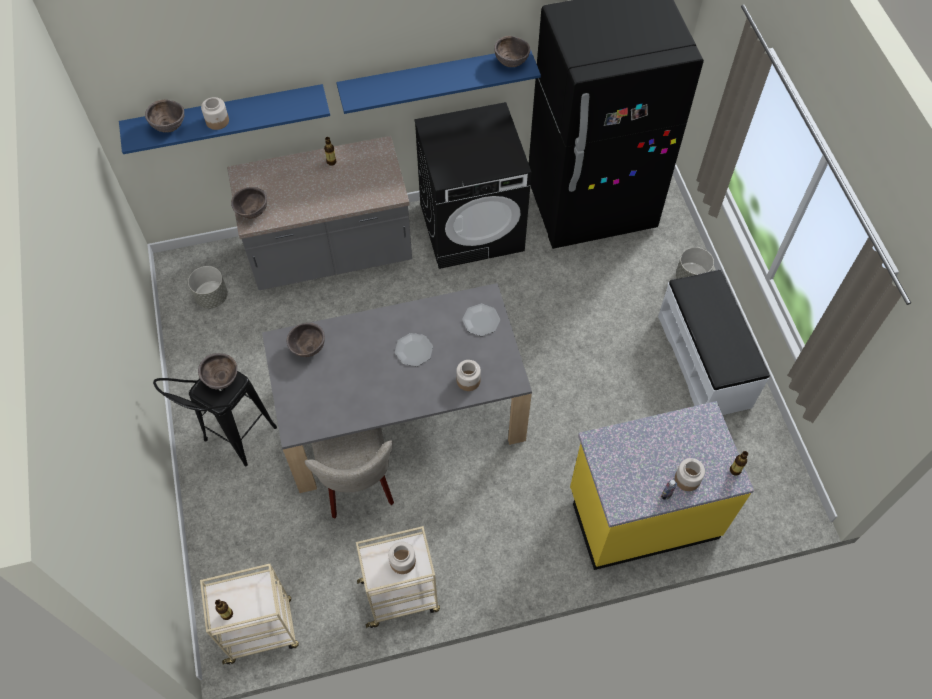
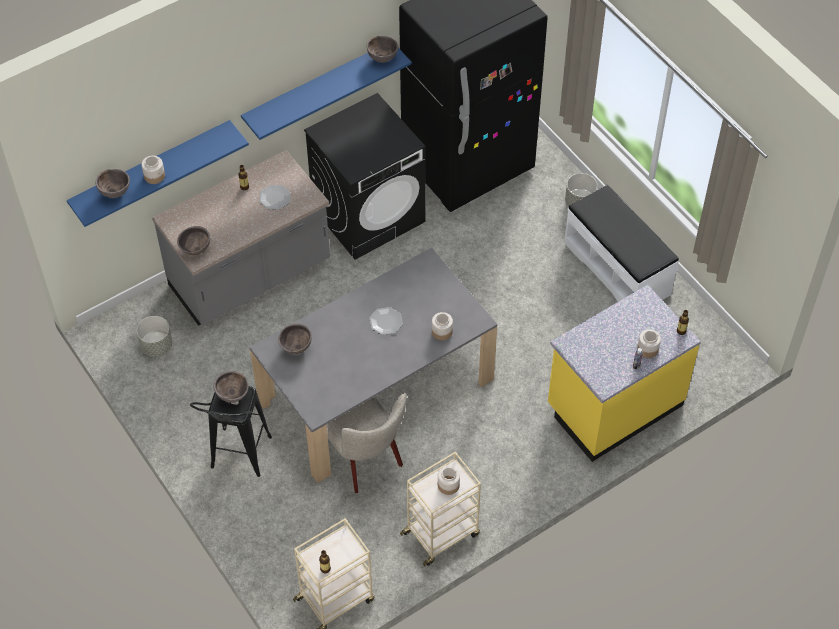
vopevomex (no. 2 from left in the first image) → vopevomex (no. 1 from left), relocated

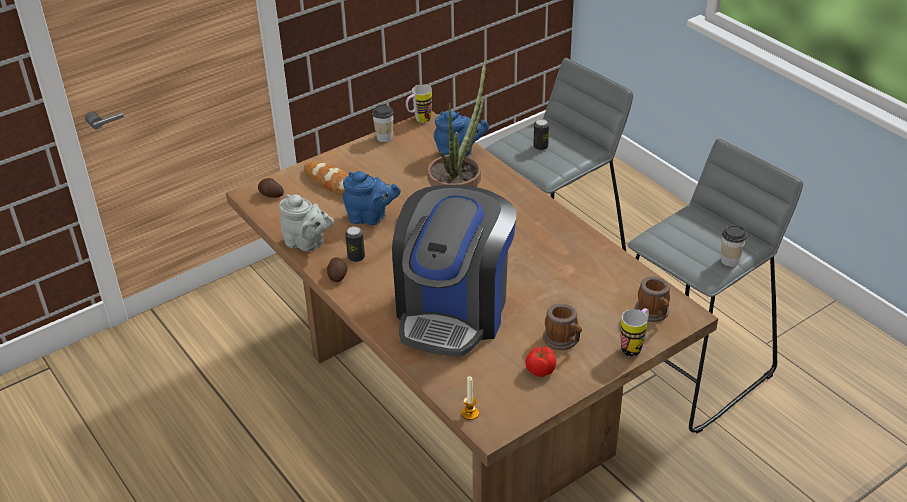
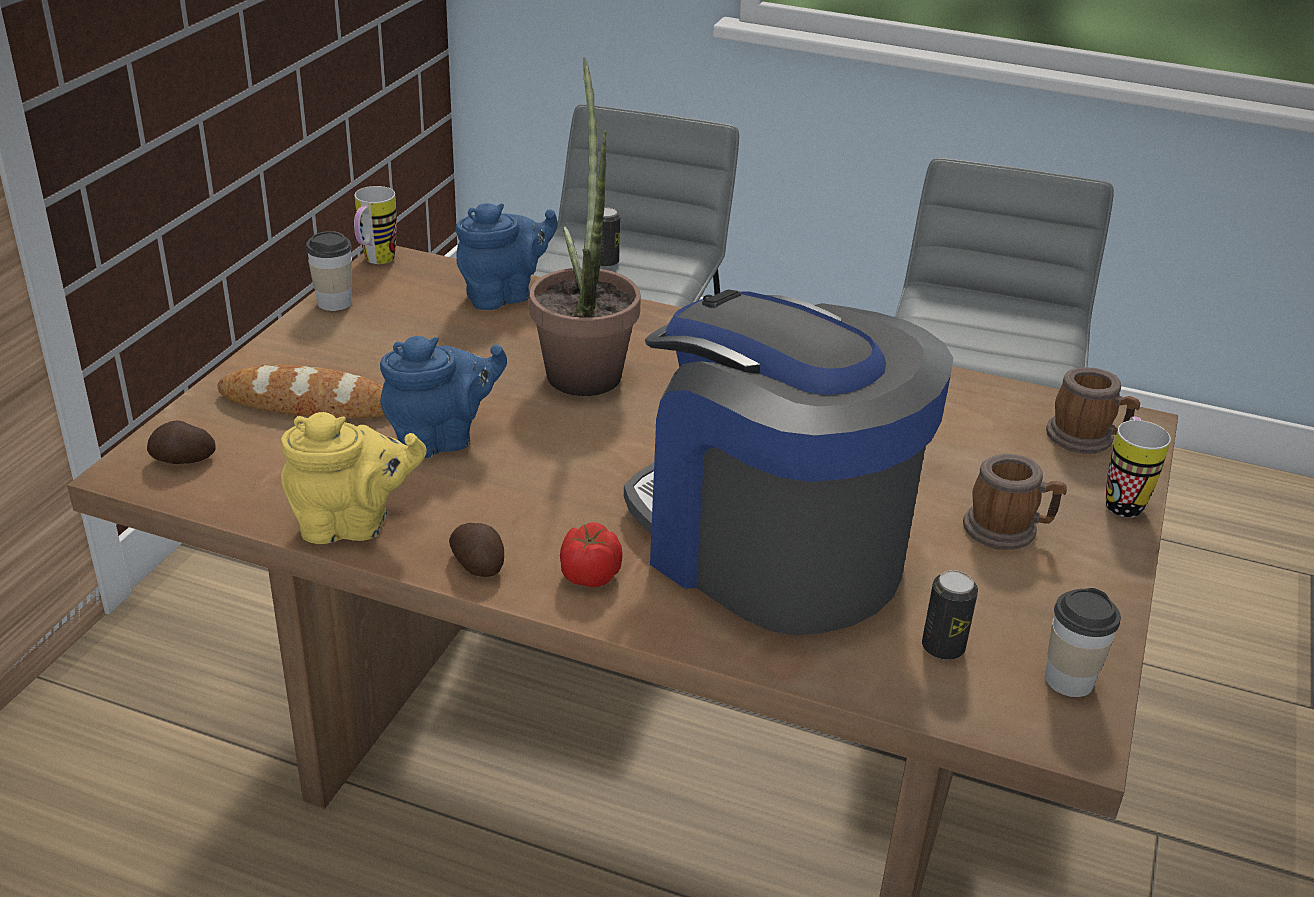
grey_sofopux → yellow_sofopux
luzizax (no. 1 from left in the first image) → luzizax (no. 2 from left), relocated
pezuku, 150 degrees clockwise
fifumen → -
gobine, relocated
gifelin (no. 2 from left), relocated

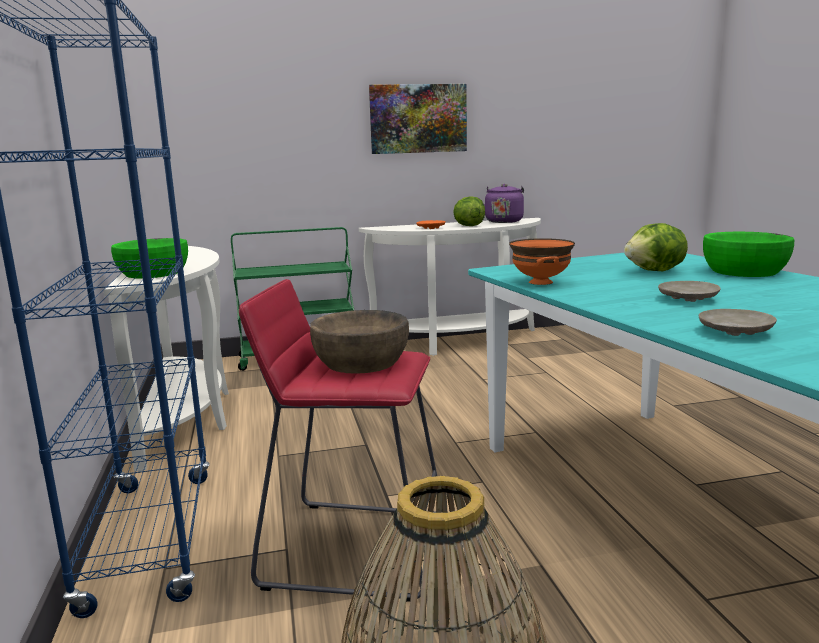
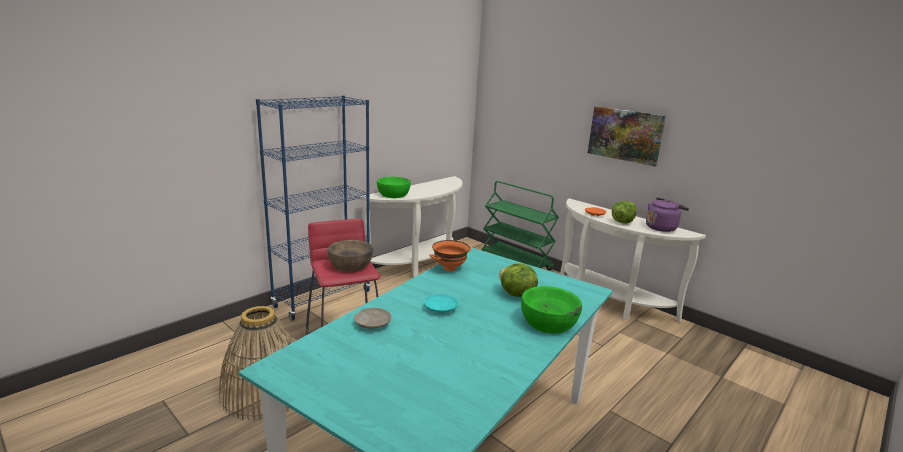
beige_vopevomex (no. 1 from left) → turquoise_vopevomex

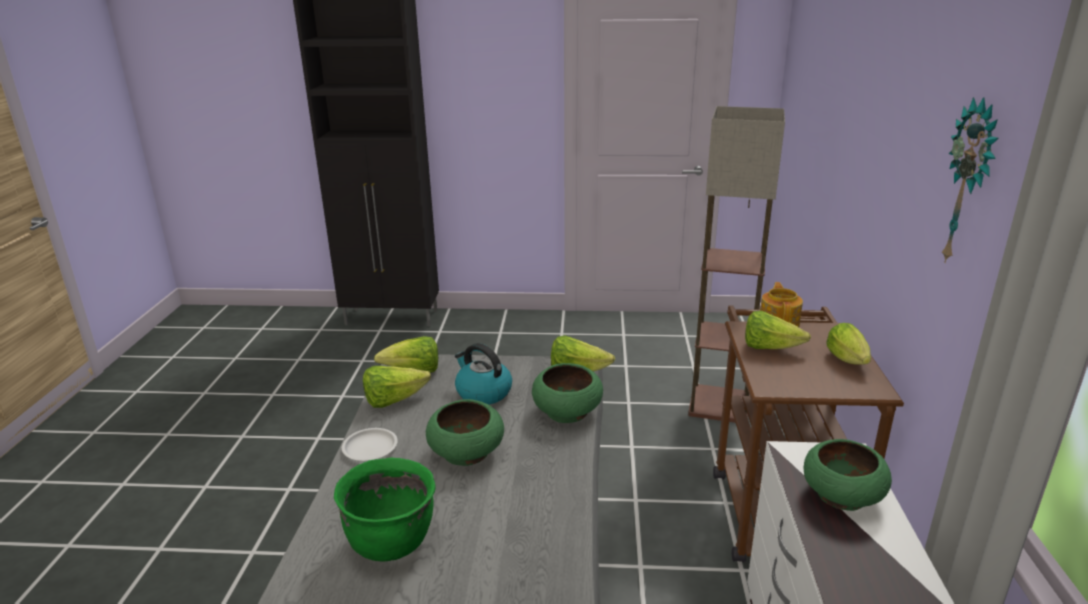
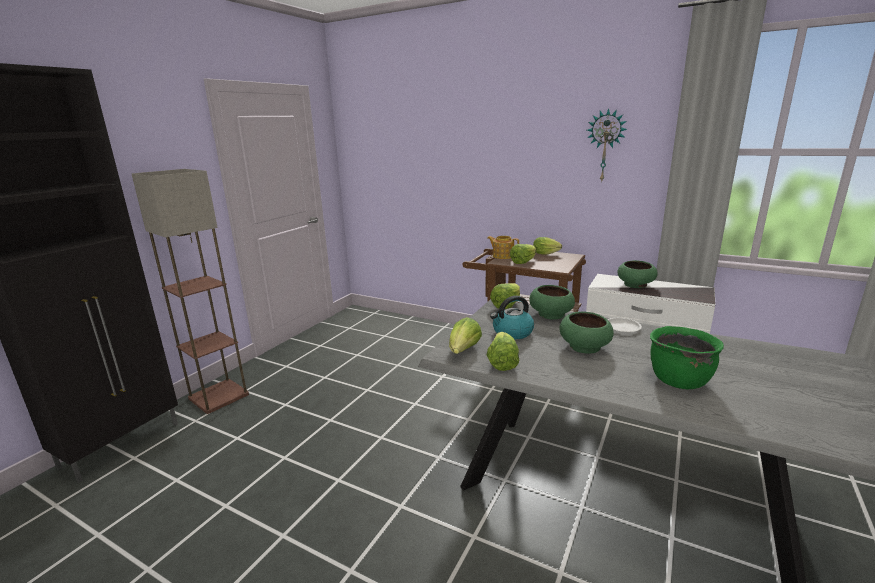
white_vopevomex, relocated
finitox, relocated

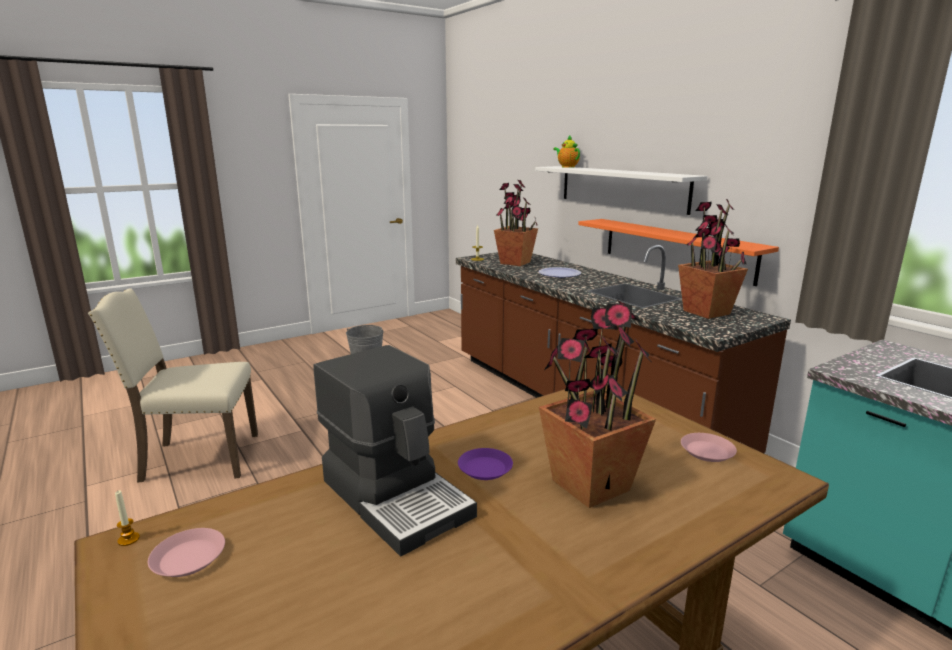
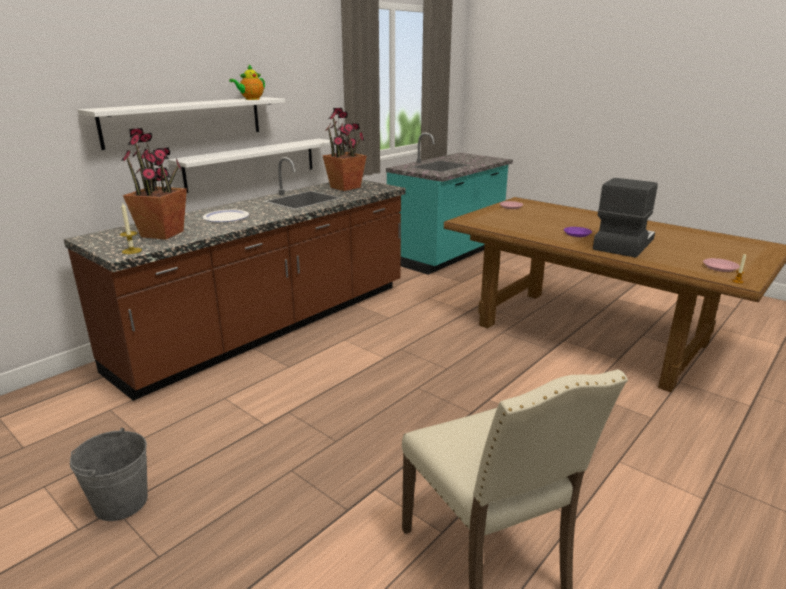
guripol (no. 2 from left) → -
sofopux, relocated
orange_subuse → white_subuse (no. 2 from left)

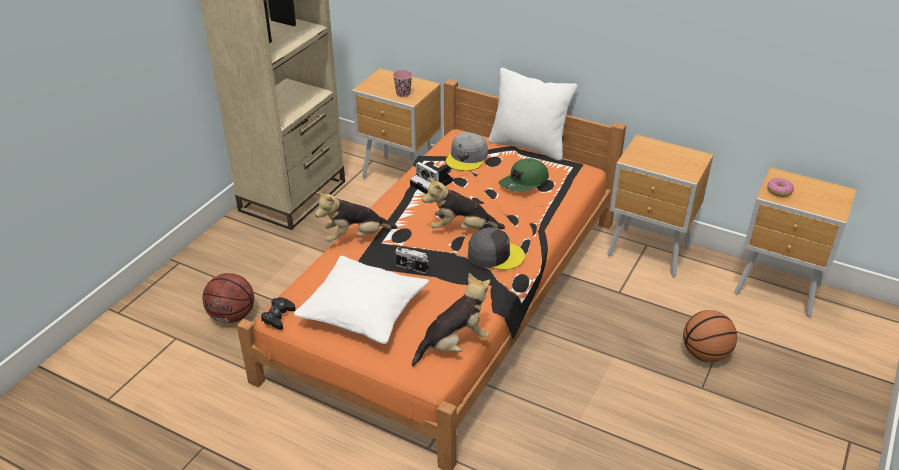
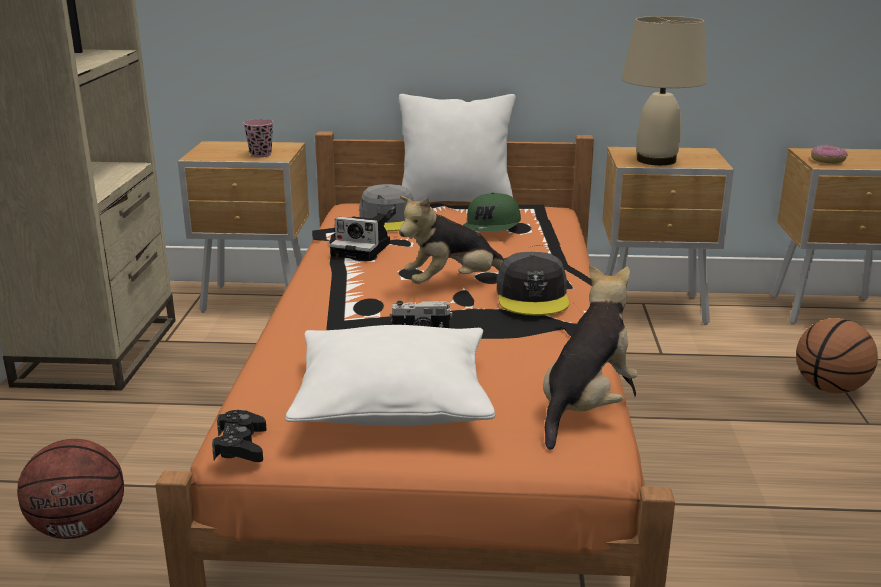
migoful (no. 1 from left) → -
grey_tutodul (no. 2 from left), 105 degrees clockwise
- → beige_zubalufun

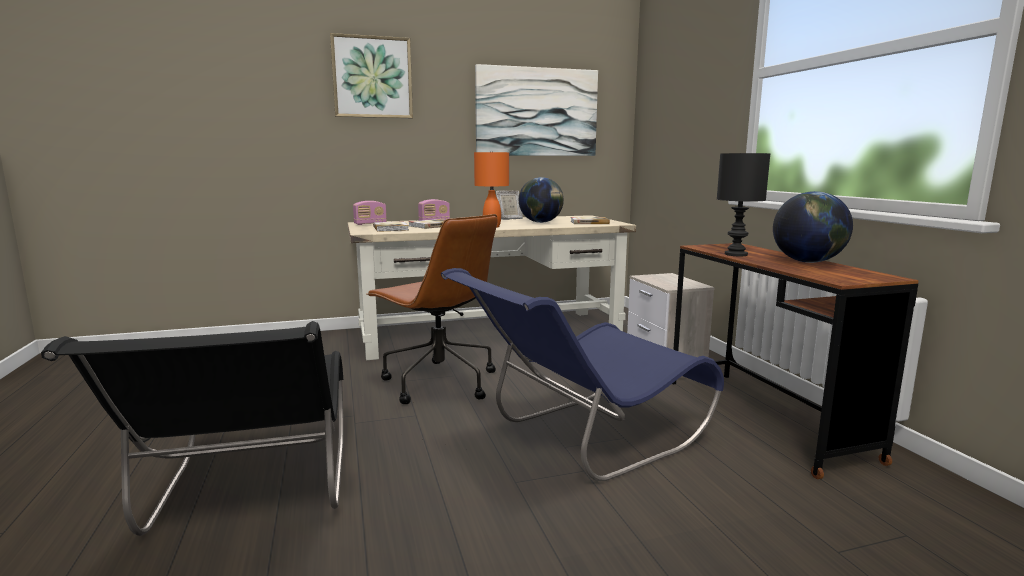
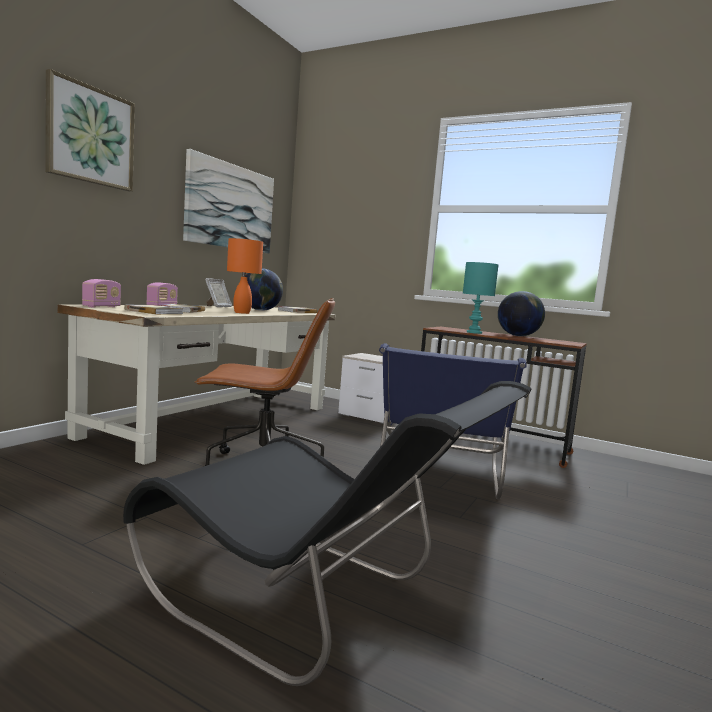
black_zubalufun → turquoise_zubalufun

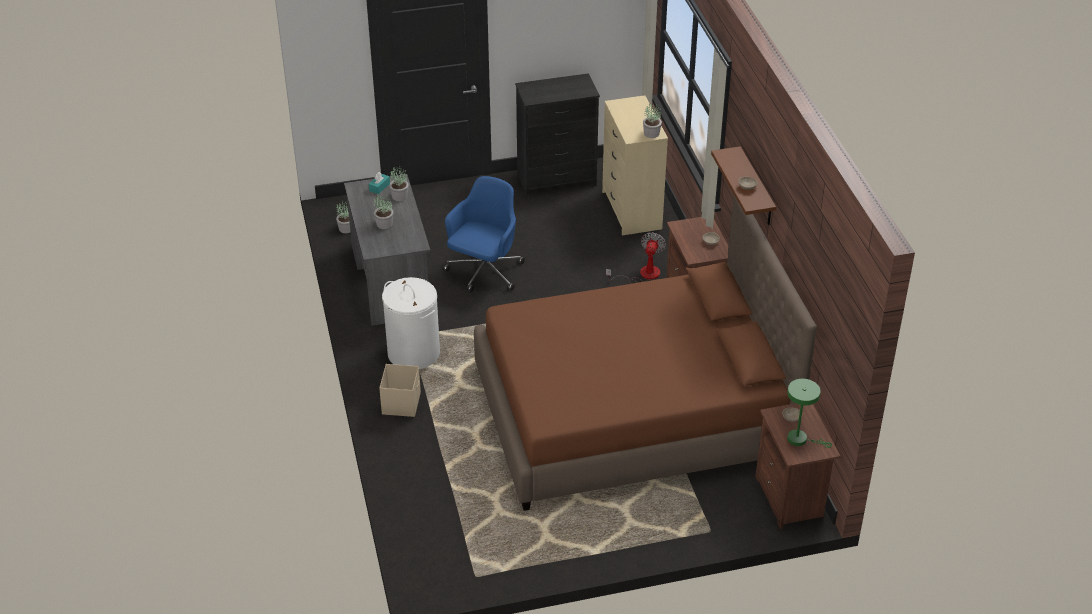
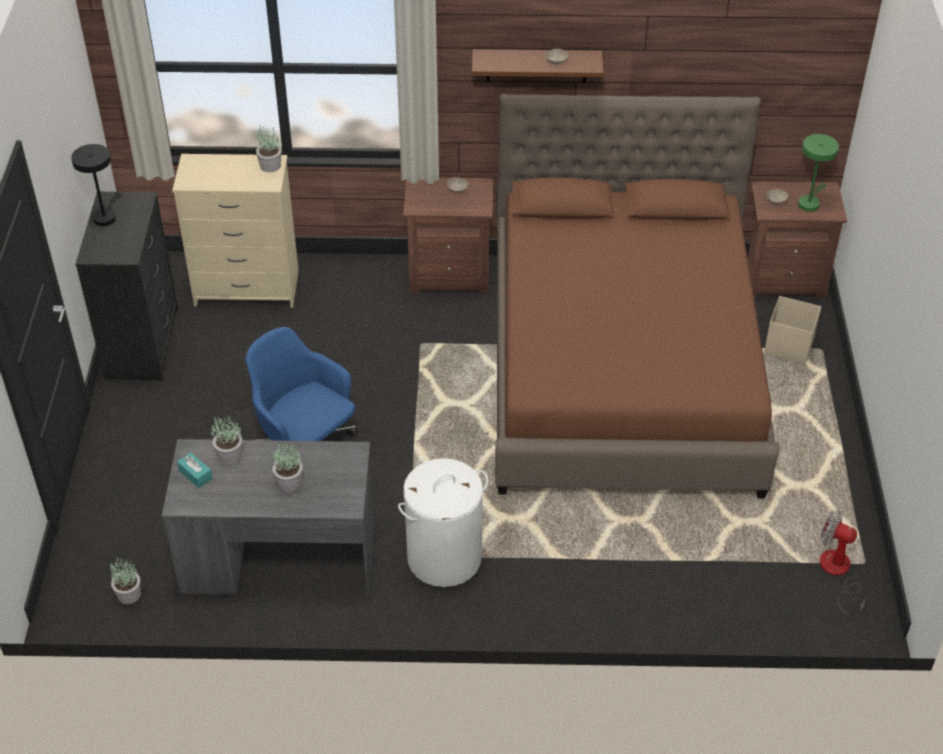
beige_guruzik, relocated
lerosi, relocated
- → black_zubalufun

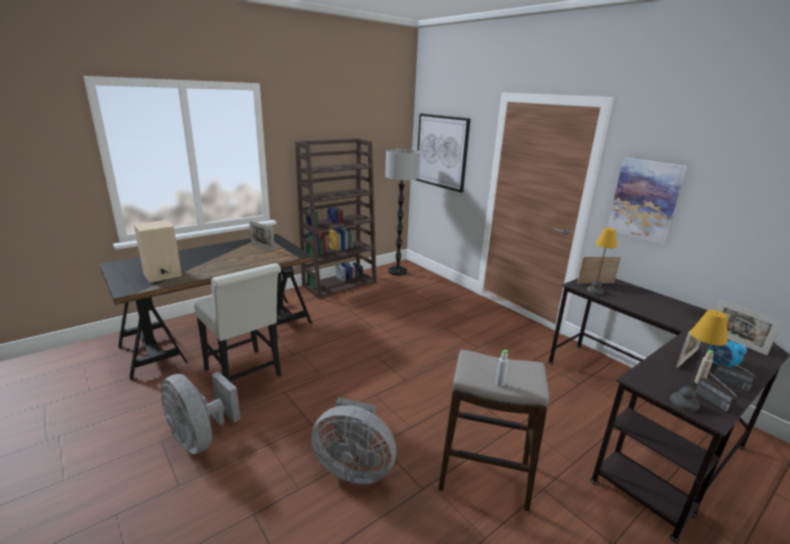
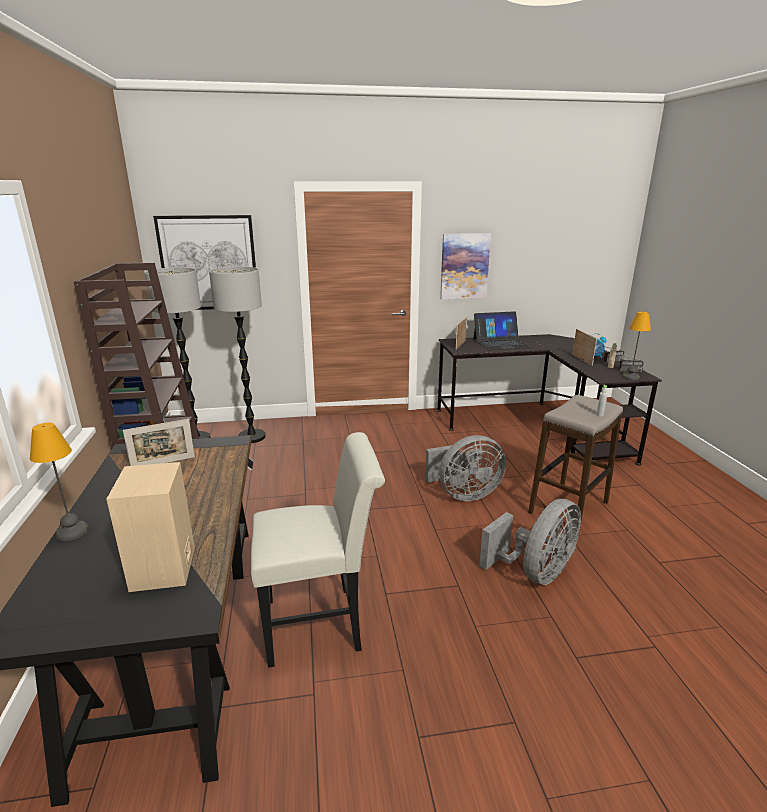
grey_lerosi (no. 1 from left), relocated
zubalufun (no. 1 from left), relocated
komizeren (no. 4 from left) → -
- → finitox (no. 2 from left)
- → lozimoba

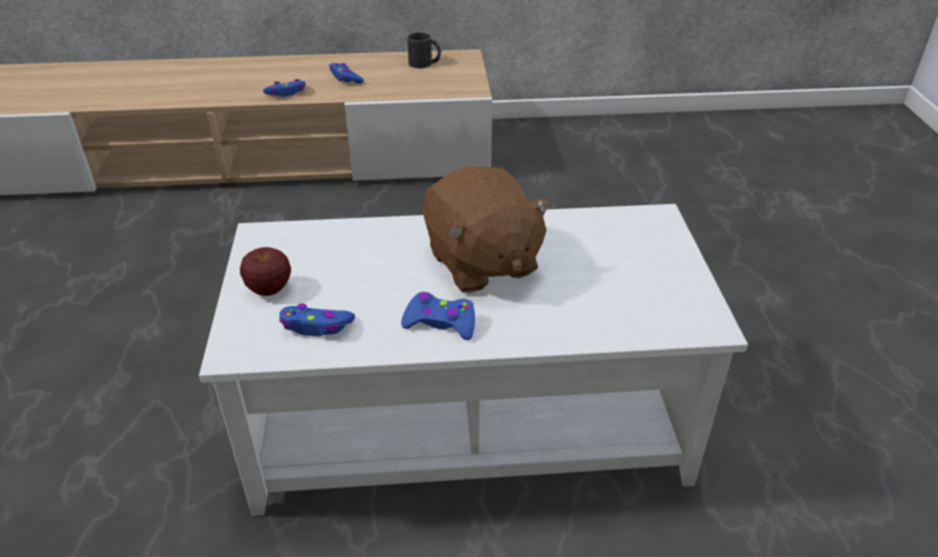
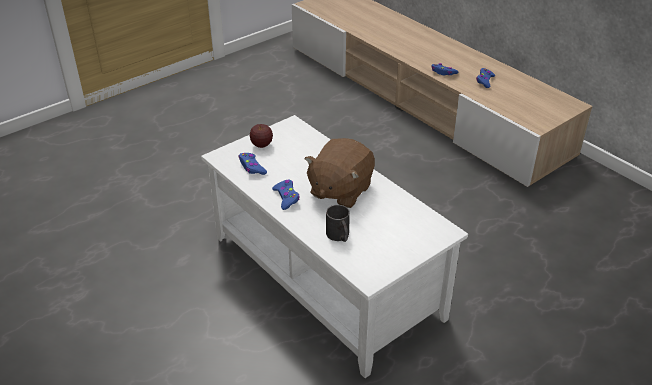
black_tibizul, relocated

